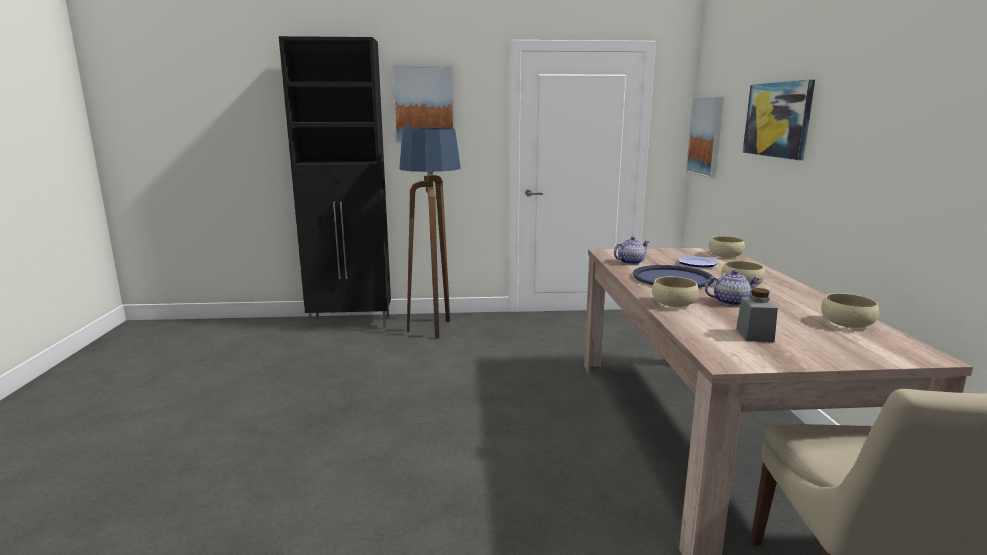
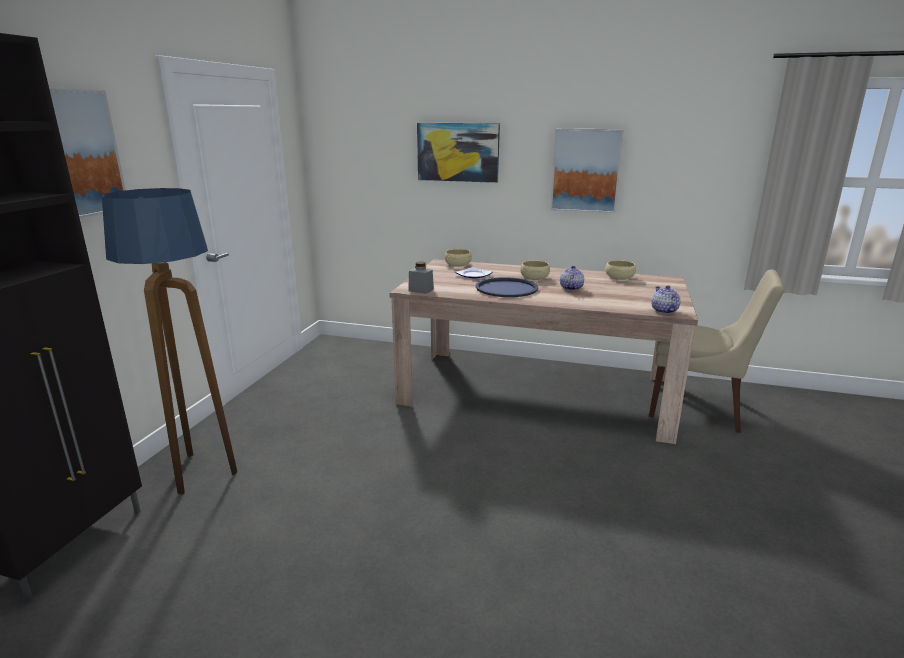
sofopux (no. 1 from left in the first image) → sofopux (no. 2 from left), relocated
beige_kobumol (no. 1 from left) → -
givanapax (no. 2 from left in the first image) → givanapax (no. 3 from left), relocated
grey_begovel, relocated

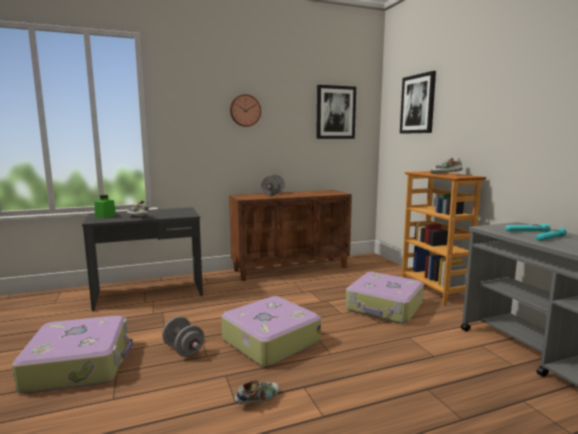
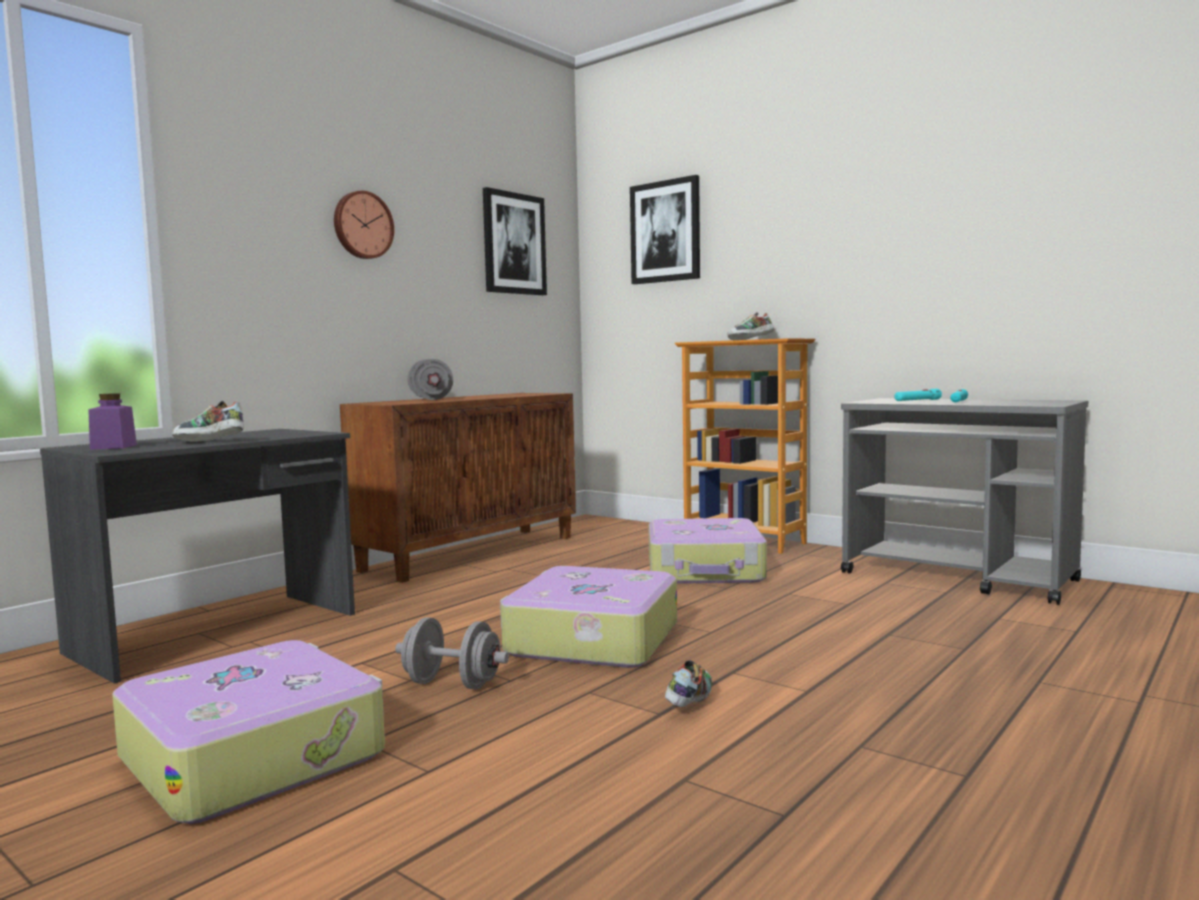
green_begovel → purple_begovel

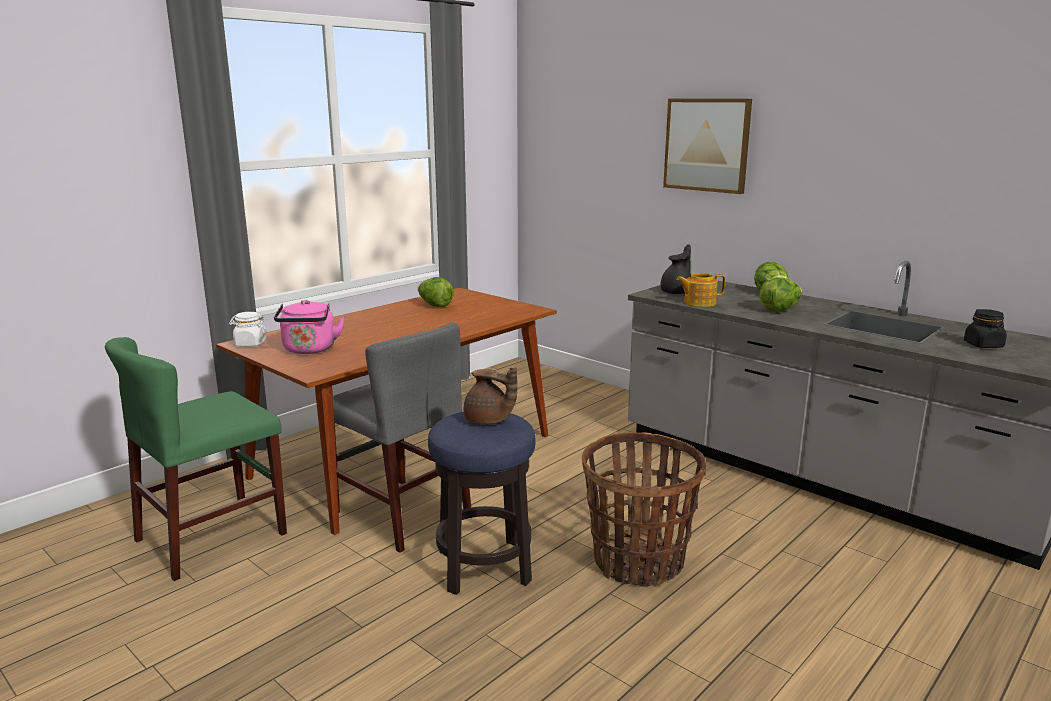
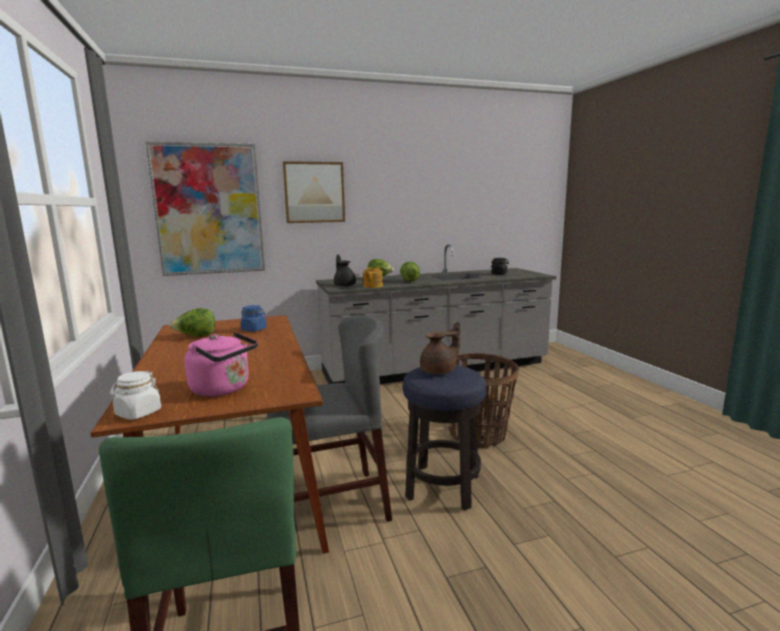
- → givanapax (no. 1 from left)
- → blue_begovel

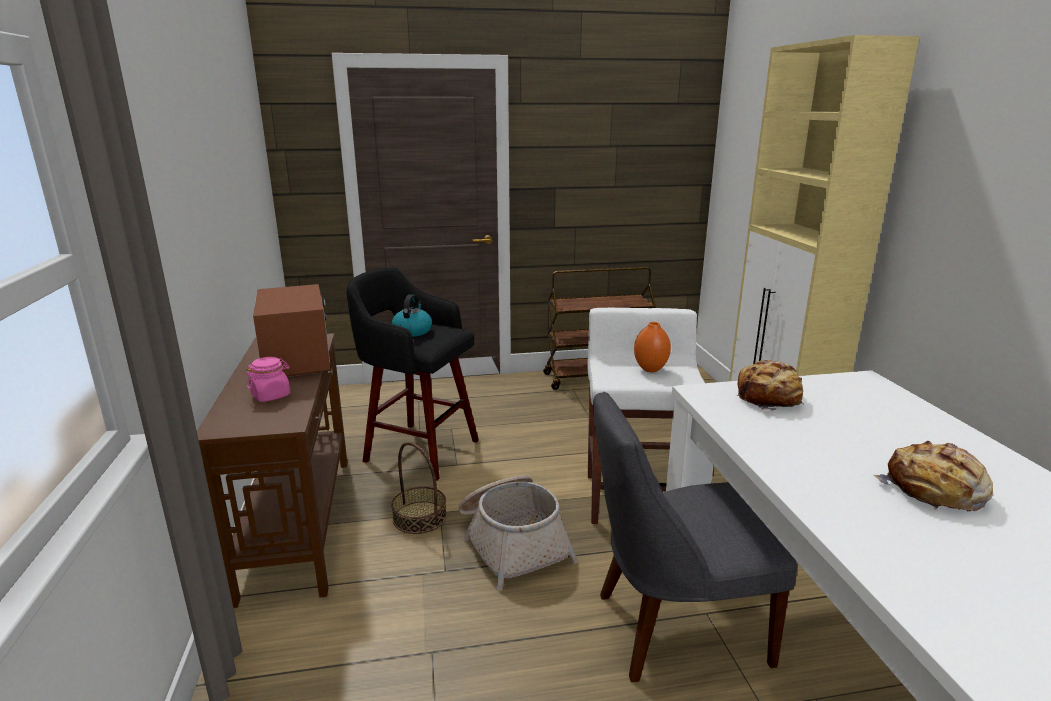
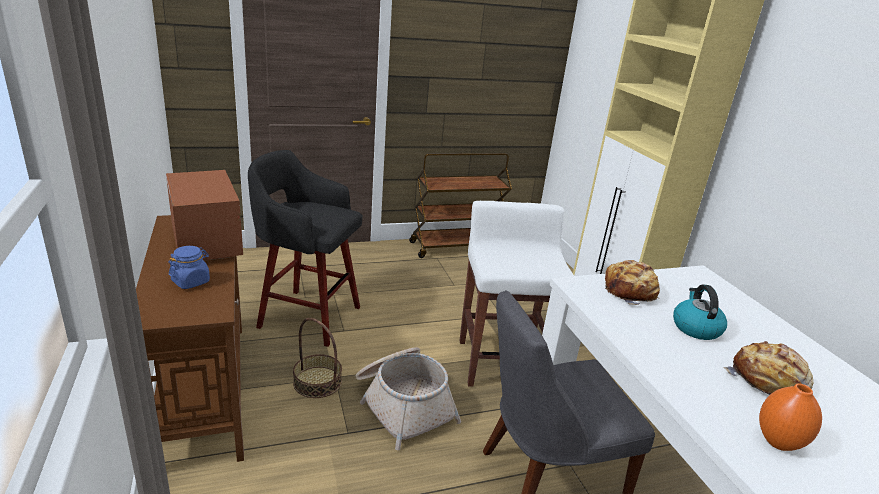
pink_begovel → blue_begovel
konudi, relocated
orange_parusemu, relocated

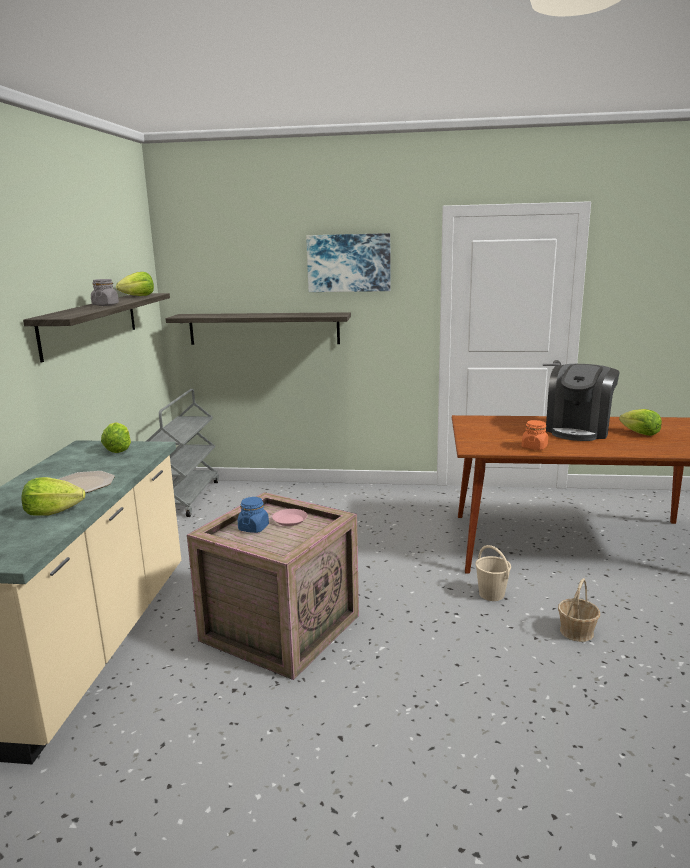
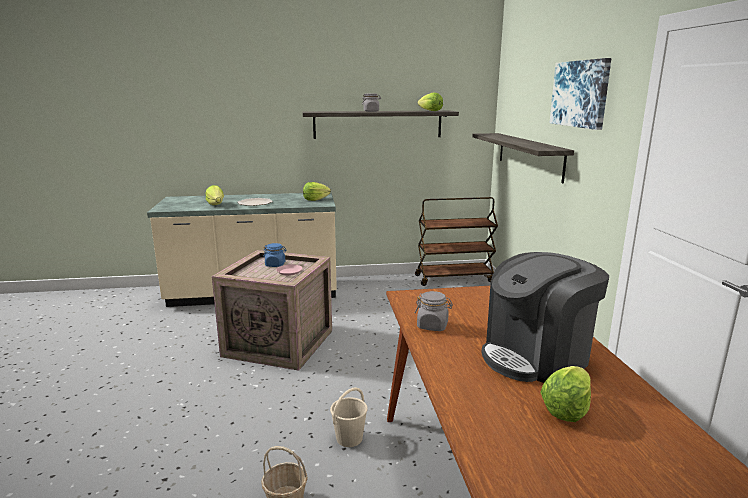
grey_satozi → brown_satozi
orange_begovel → grey_begovel (no. 2 from left)
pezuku, 45 degrees counterclockwise

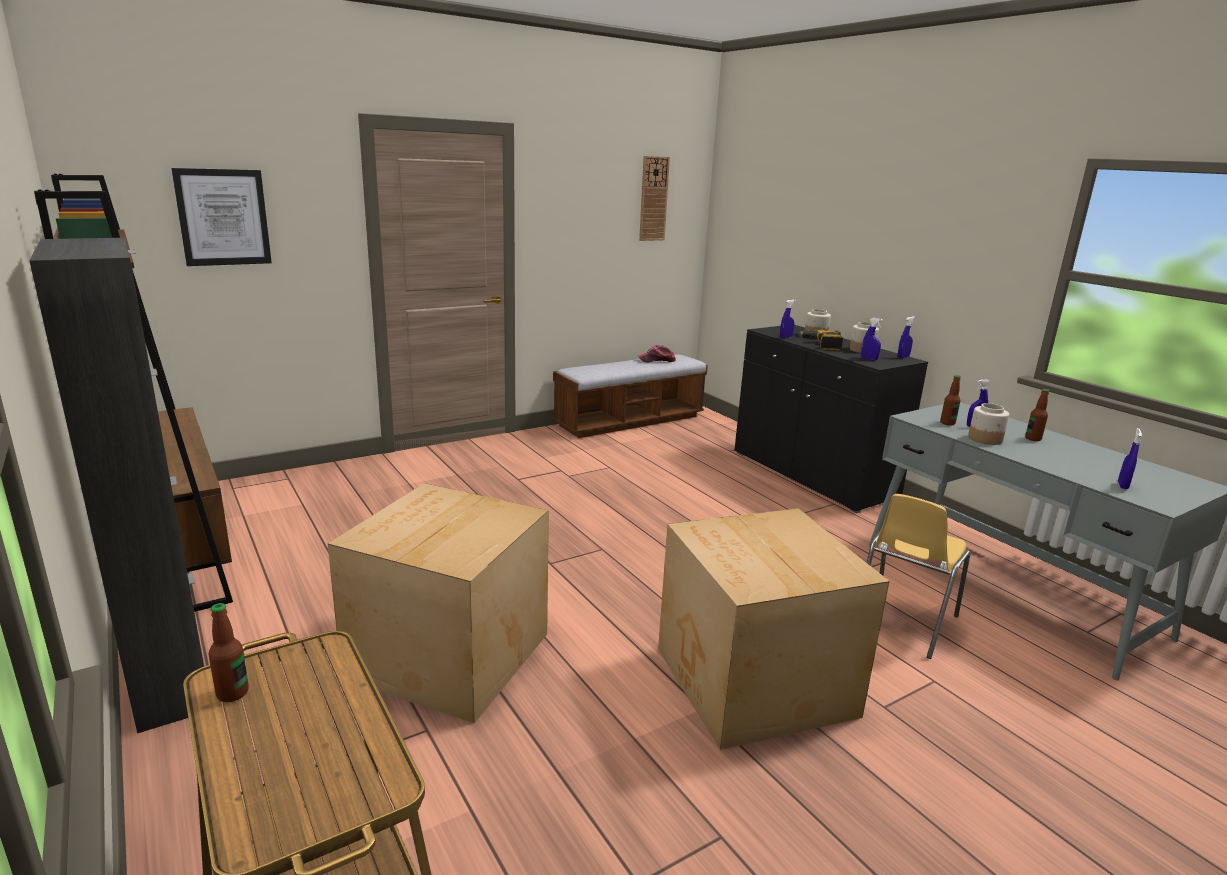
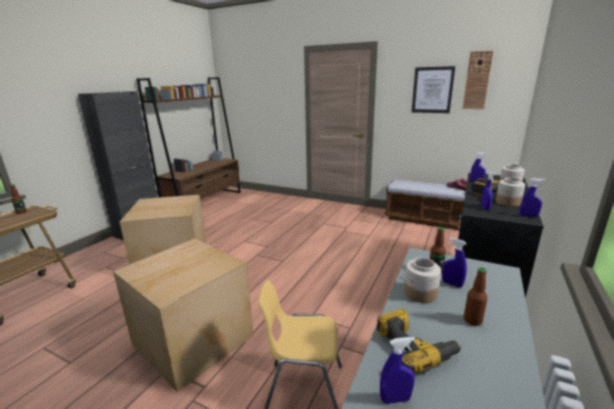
givanapax, relocated
- → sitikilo (no. 1 from left)

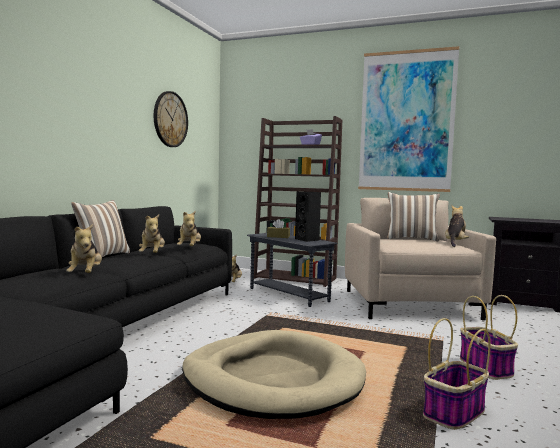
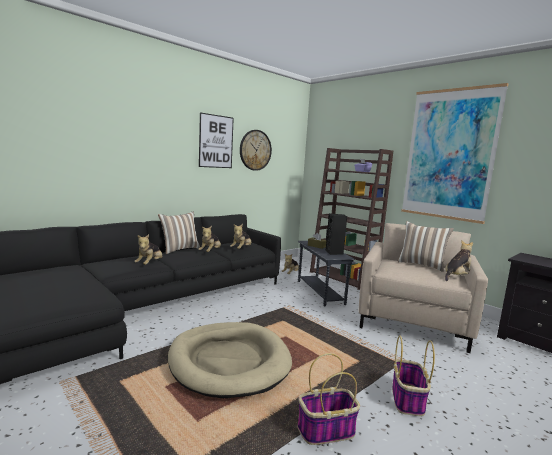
- → givanapax (no. 1 from left)

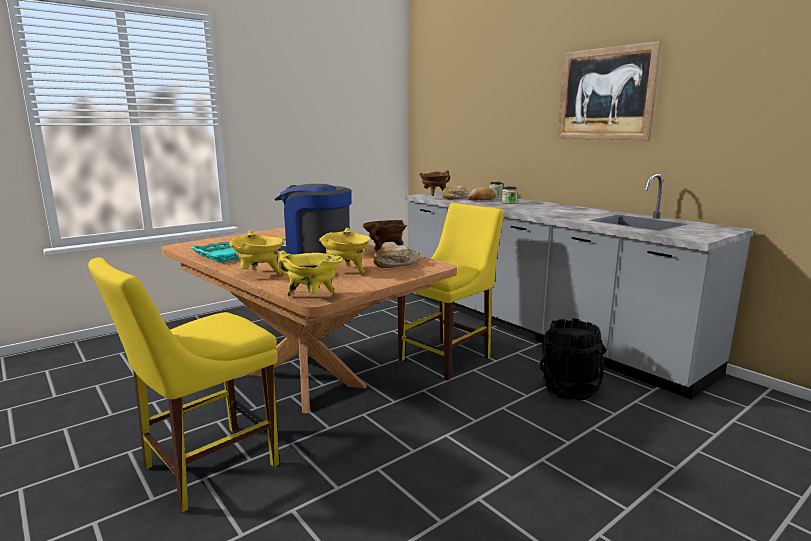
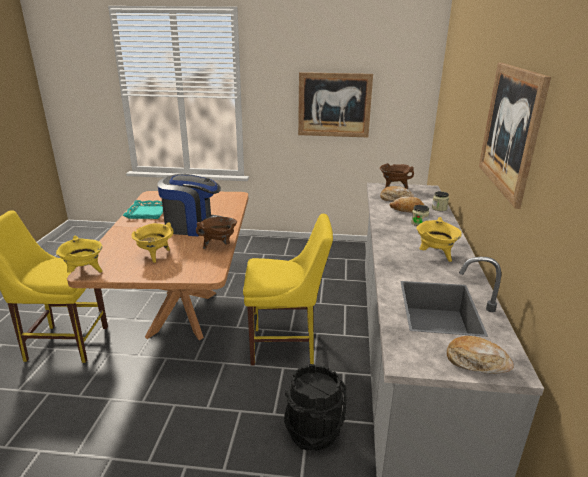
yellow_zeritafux (no. 1 from left in the first image) → yellow_zeritafux (no. 3 from left), relocated
pezuku, 120 degrees clockwise
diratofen (no. 1 from left in the first image) → diratofen (no. 3 from left), relocated
- → givanapax (no. 1 from left)

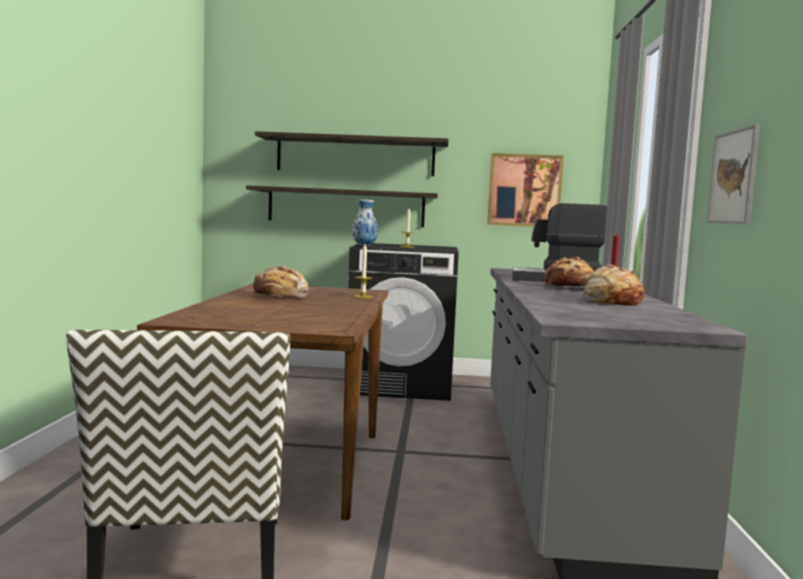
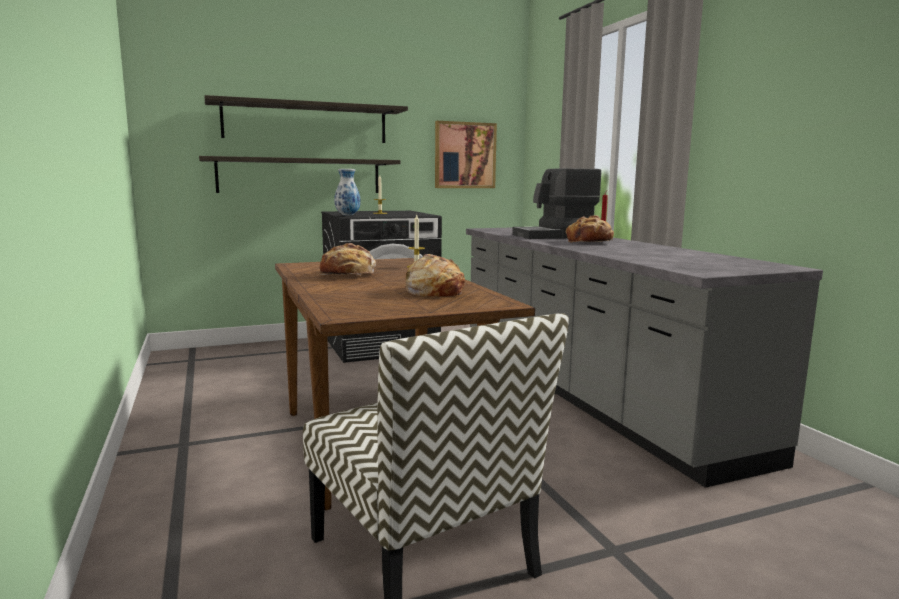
diratofen (no. 3 from left in the first image) → diratofen (no. 2 from left), relocated
givanapax (no. 2 from left) → -

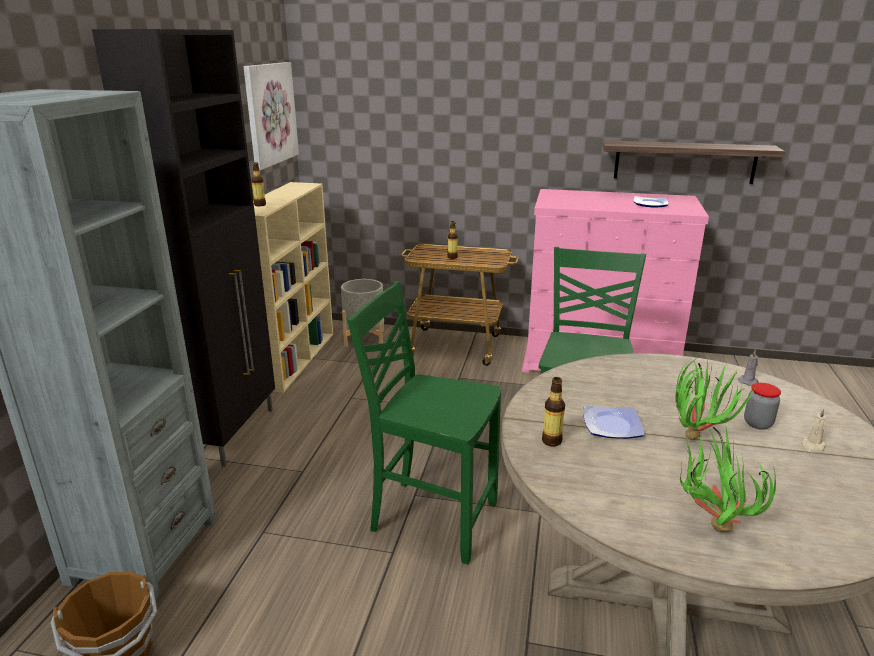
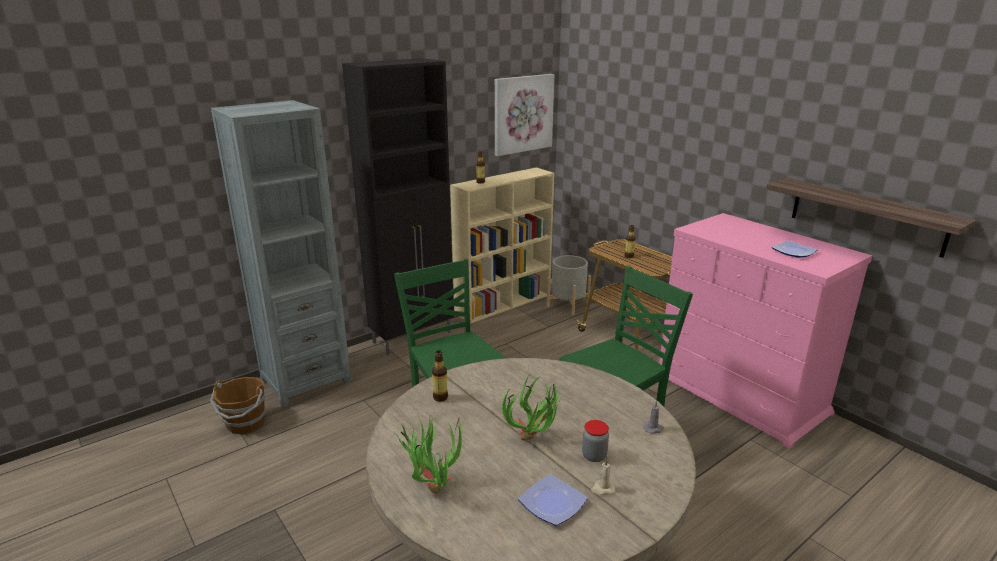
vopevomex (no. 1 from left), relocated

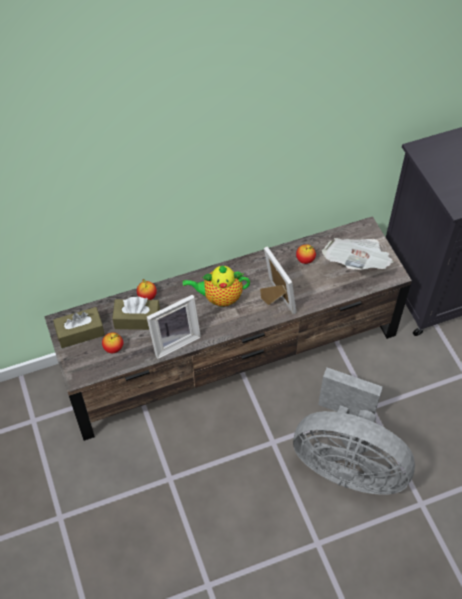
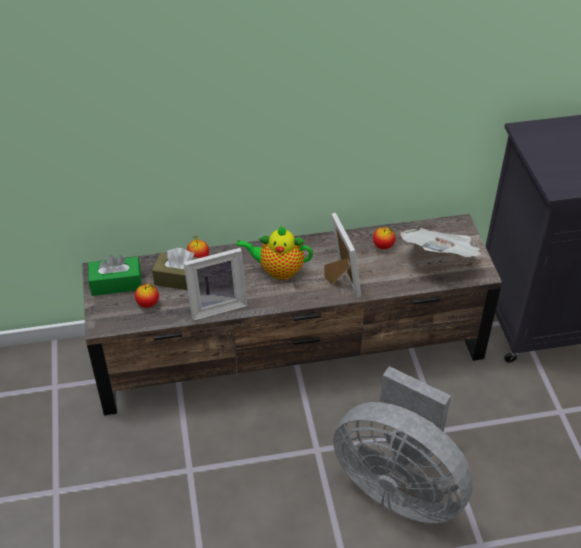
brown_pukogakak (no. 1 from left) → green_pukogakak

